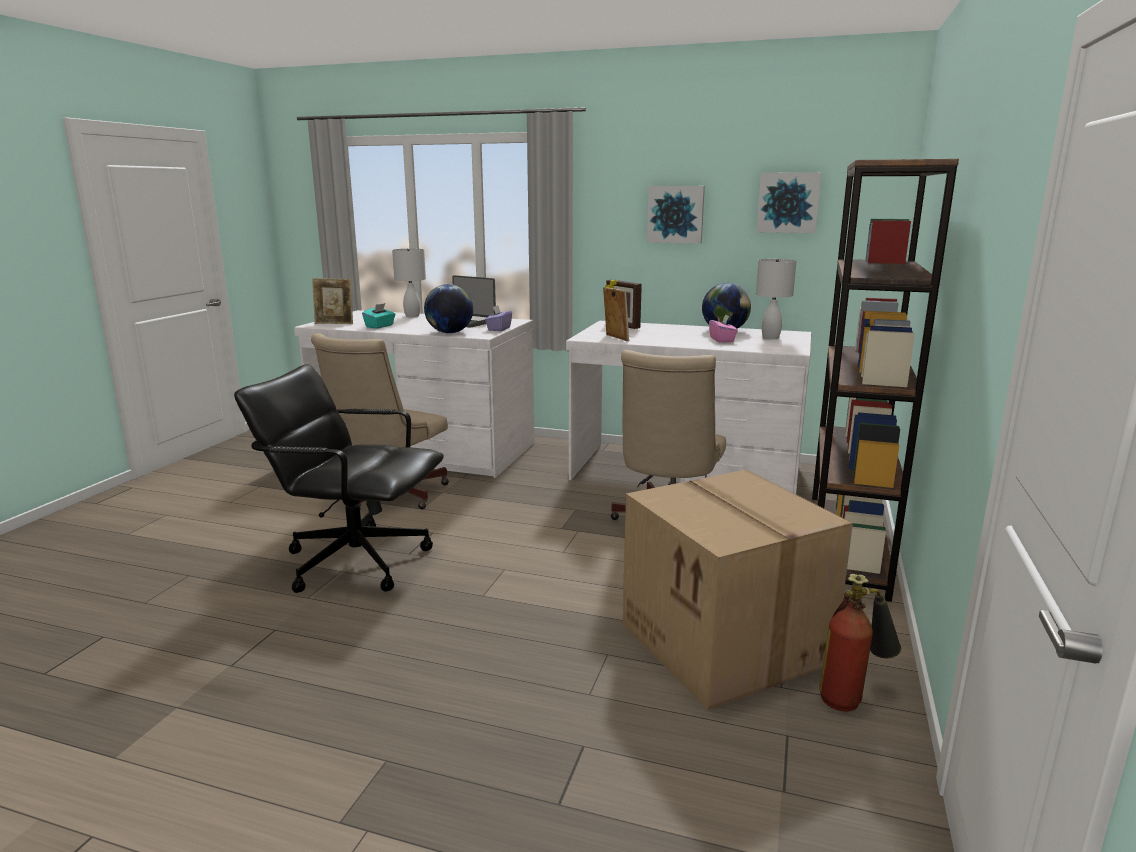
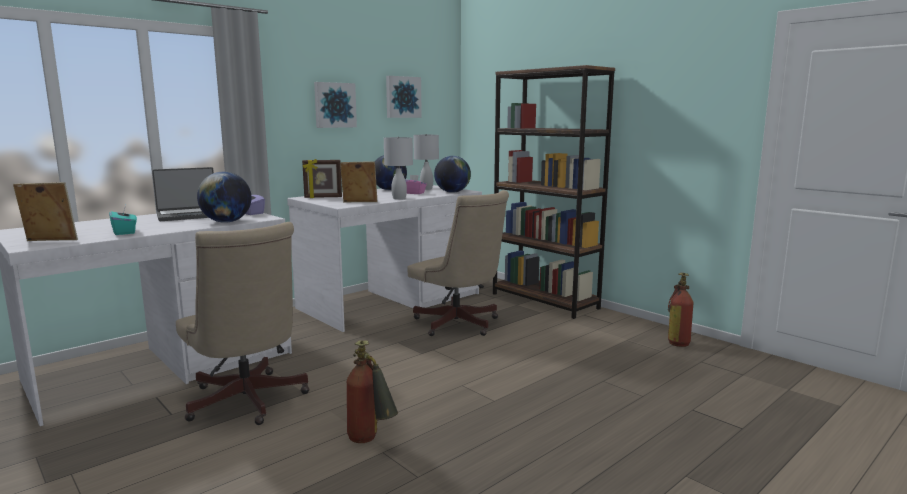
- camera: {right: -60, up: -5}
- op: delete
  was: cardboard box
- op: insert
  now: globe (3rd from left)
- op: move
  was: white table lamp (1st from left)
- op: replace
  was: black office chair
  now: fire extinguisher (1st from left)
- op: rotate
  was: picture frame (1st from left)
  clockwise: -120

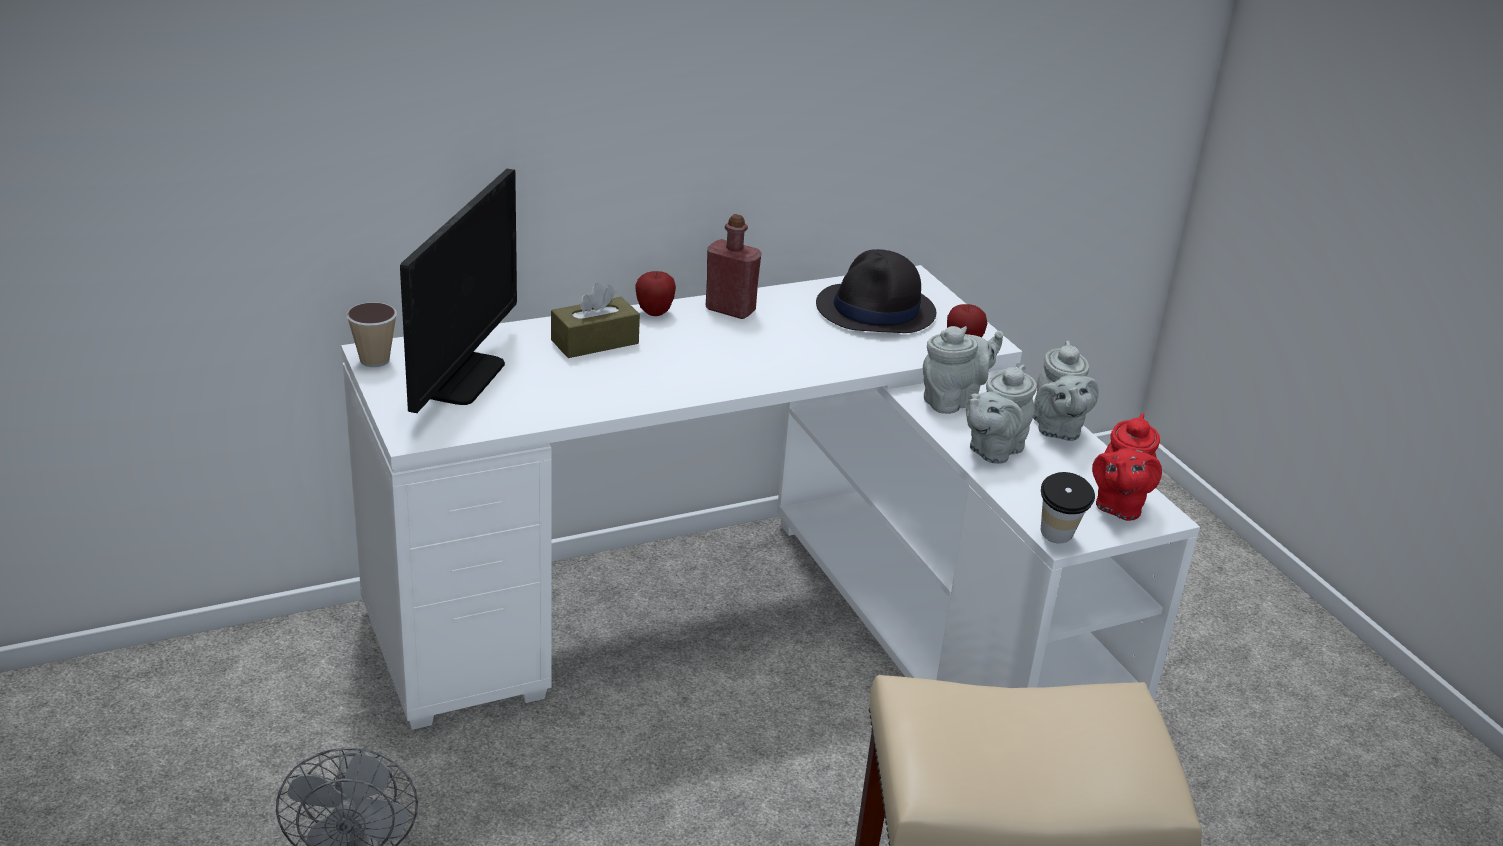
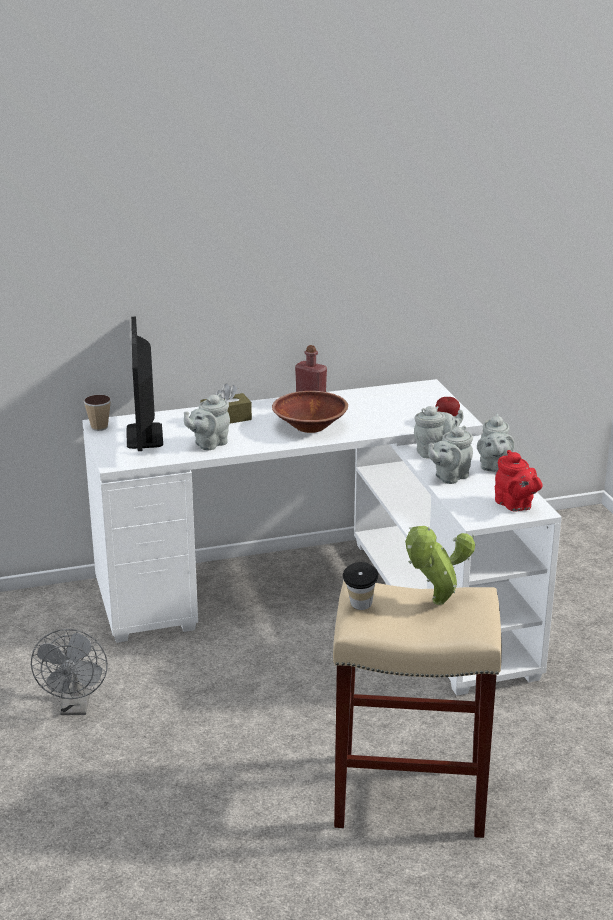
- camera: {right: 10, up: -5}
- op: delete
  was: apple (1st from left)
- op: delete
  was: black hat
- op: insert
  now: grey teapot (1st from left)
- op: insert
  now: brown bowl
- op: insert
  now: potted plant
- op: move
  was: cup (2nd from left)
- op: rotate
  was: monitor
  clockwise: 150
- op: rotate
  was: red teapot
  clockwise: -60

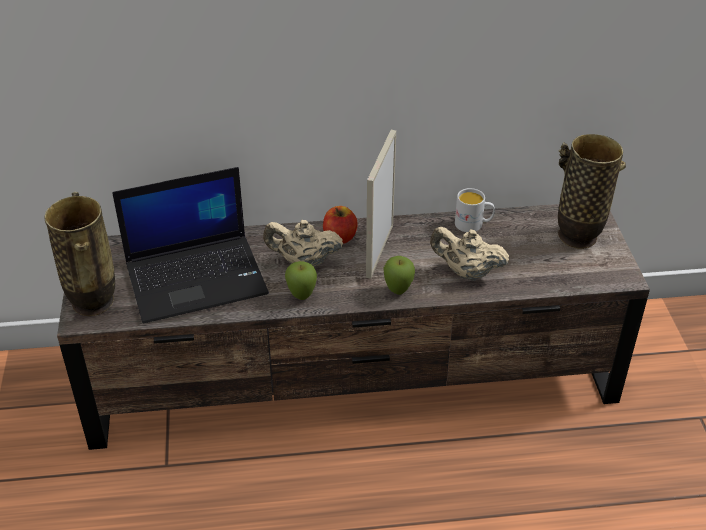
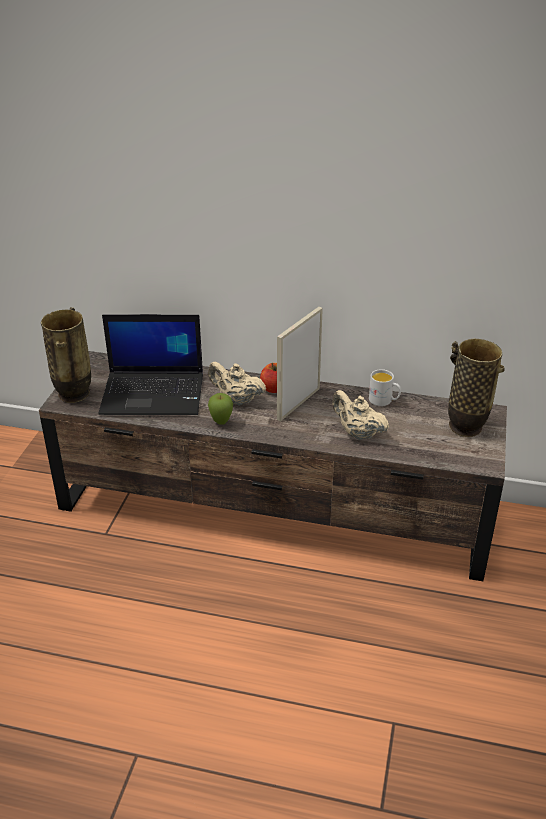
- camera: {right: 20, up: -5}
- op: delete
  was: apple (3rd from left)

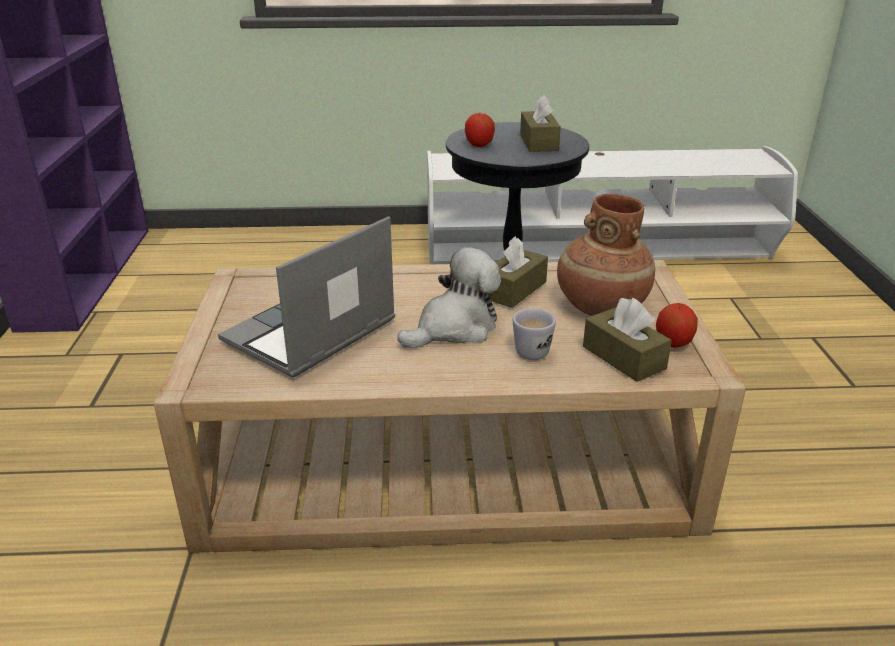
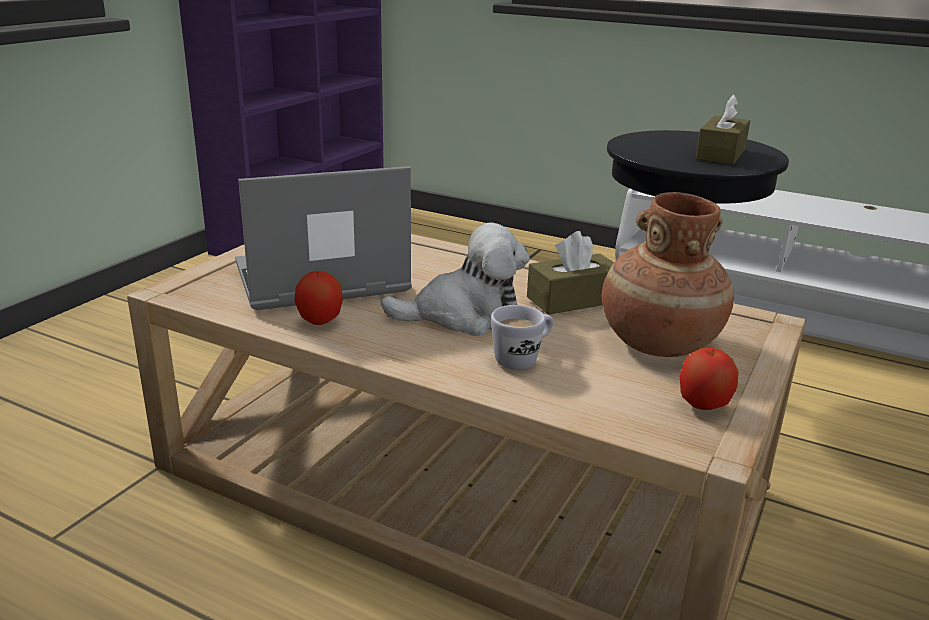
- camera: {right: 30, up: -5}
- op: delete
  was: brown tissue box (3rd from left)
- op: move
  was: apple (1st from left)

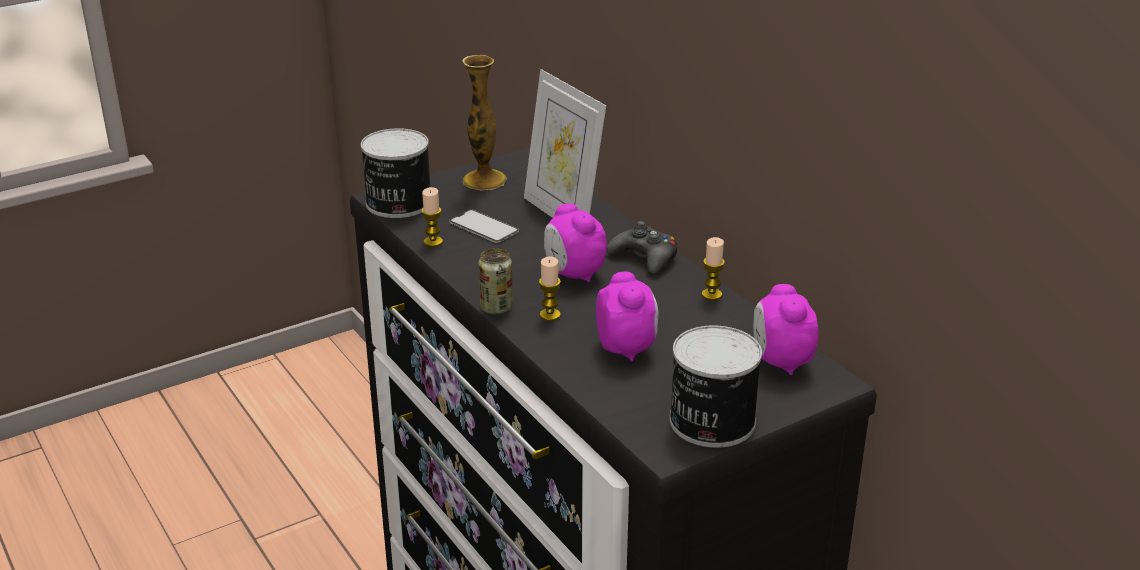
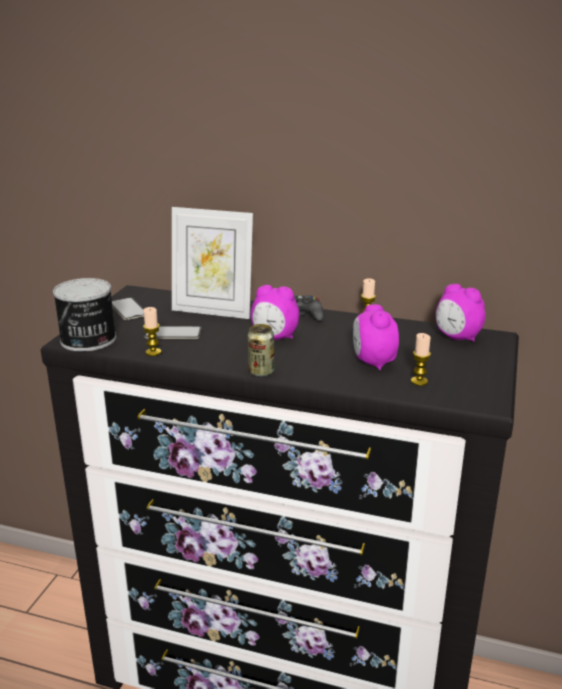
- camera: {right: -40, up: -5}
- op: delete
  was: can (3rd from left)
- op: move
  was: candle (2nd from left in the first image)
  now: candle (3rd from left)
- op: replace
  was: vase
  now: phone (1st from left)
- op: rotate
  was: alarm clock (2nd from left)
  clockwise: -135

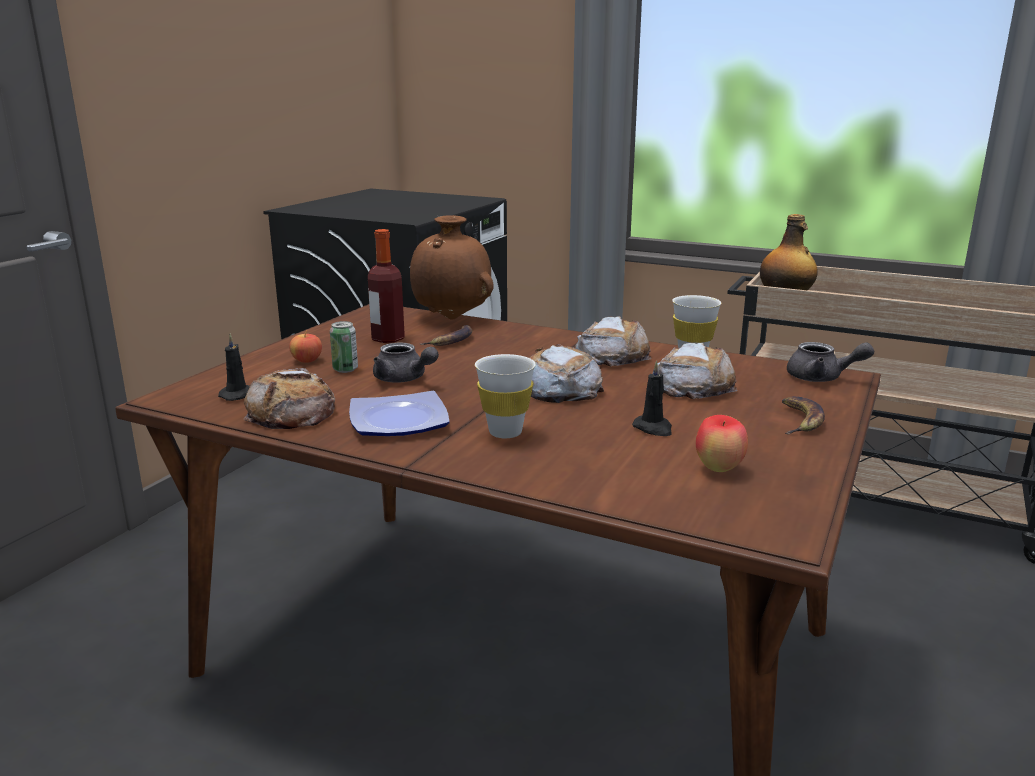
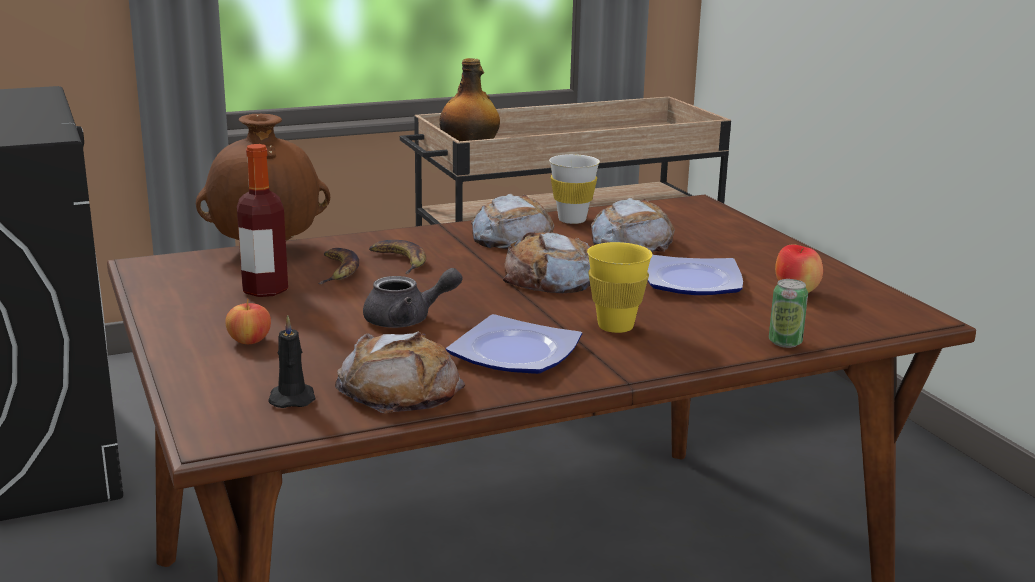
- camera: {right: -50, up: 0}
- op: delete
  was: grey teapot (2nd from left)
- op: move
  was: can
- op: move
  was: banana (2nd from left)
- op: replace
  was: black candle (2nd from left)
  now: plate (2nd from left)
- op: recolor
  was: white cup (1st from left)
  now: yellow cup

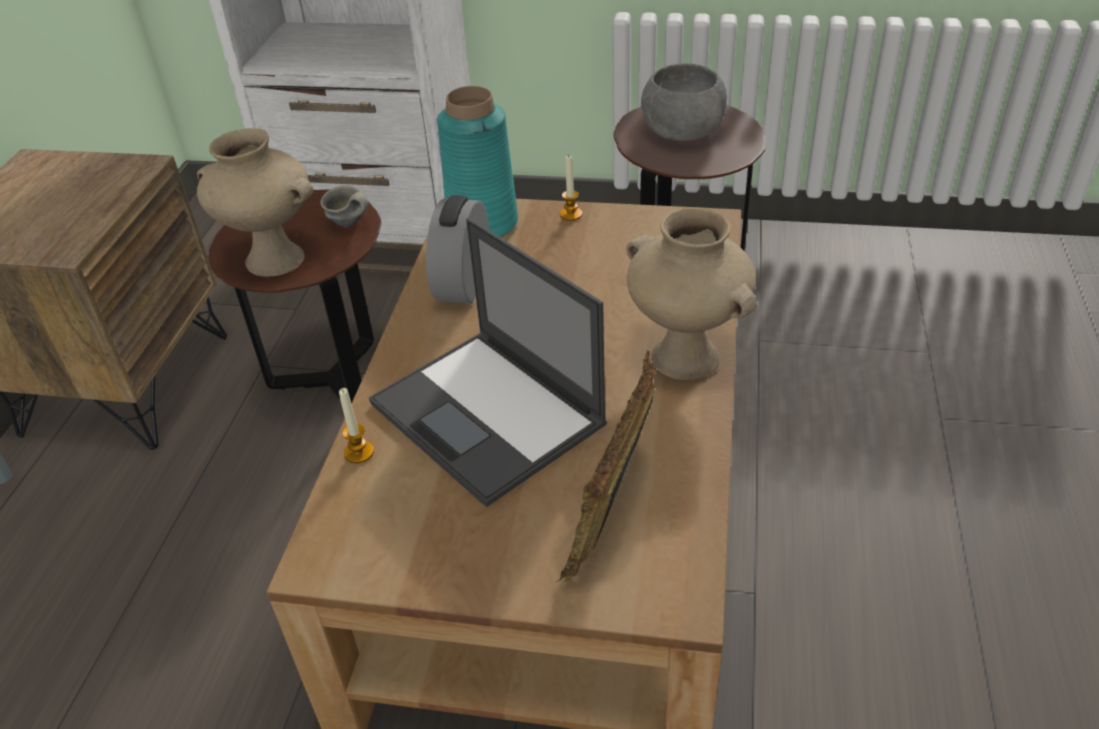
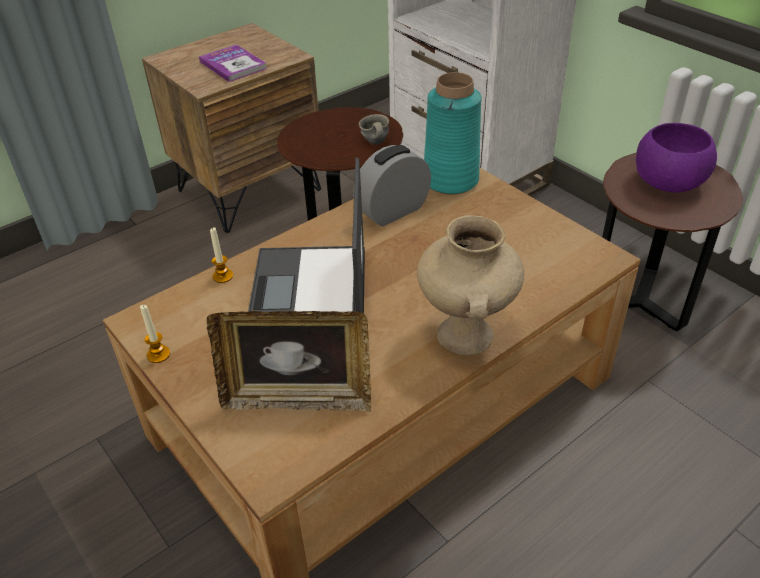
- camera: {right: 40, up: 0}
- op: delete
  was: beige vase (1st from left)
- op: insert
  now: book
- op: move
  was: candle (2nd from left in the first image)
  now: candle (1st from left)
- op: recolor
  was: grey bowl
  now: purple bowl
- op: rotate
  was: picture frame
  clockwise: -150

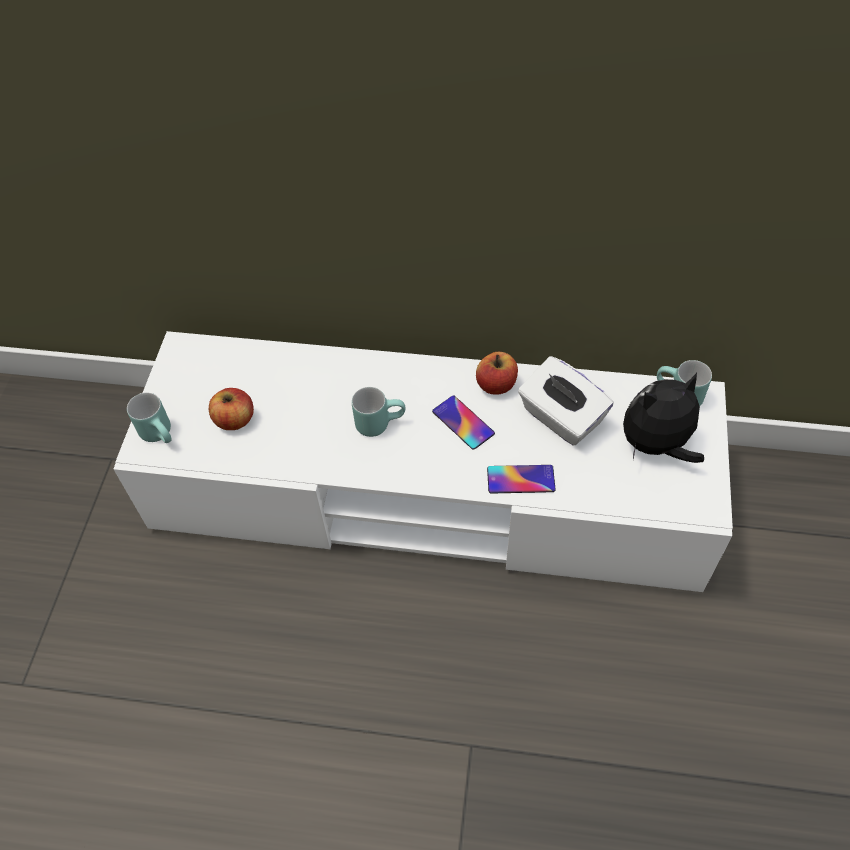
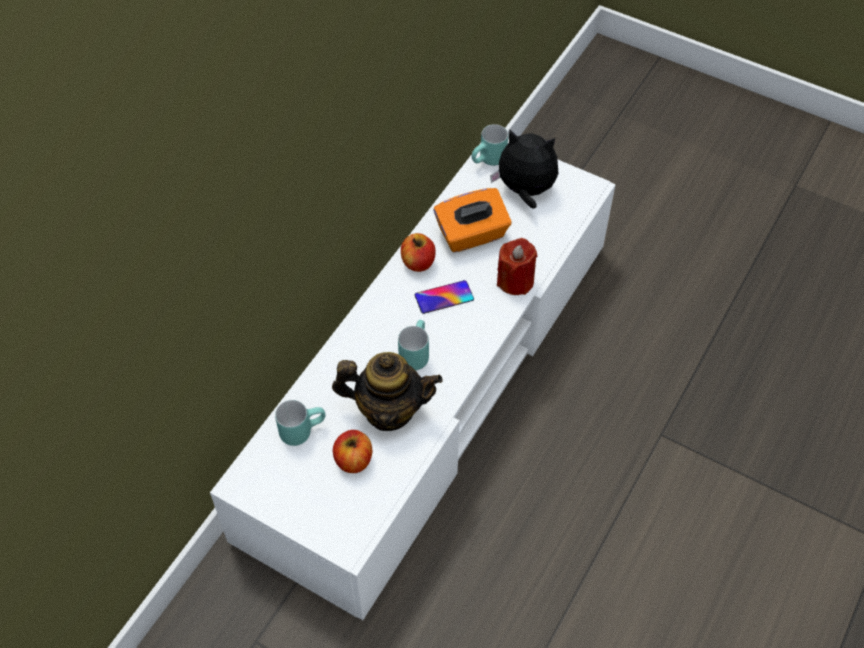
- camera: {right: -70, up: 0}
- op: insert
  now: teapot
- op: move
  was: turquoise mug (1st from left)
- op: replace
  was: phone (2nd from left)
  now: red candle
- op: recolor
  was: white tissue box
  now: orange tissue box
- op: rotate
  was: plush toy
  clockwise: 105

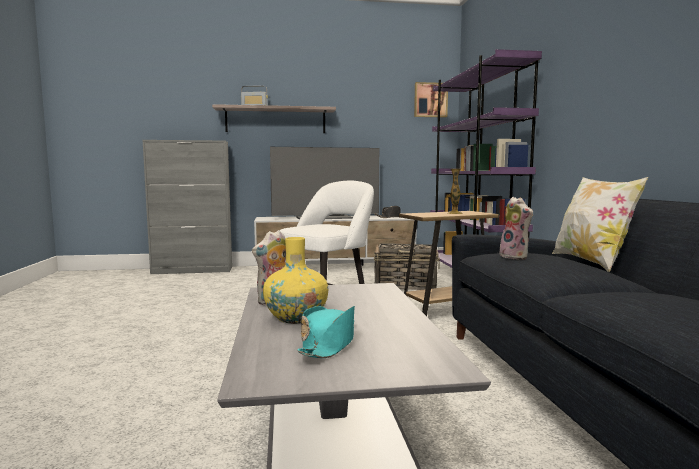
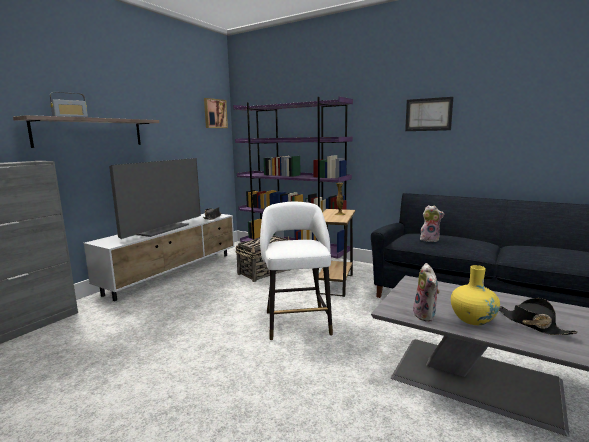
- camera: {right: -50, up: 5}
- op: delete
  was: pillow
- op: insert
  now: picture (2nd from left)
- op: recolor
  was: turquoise hat
  now: black hat (2nd from left)

